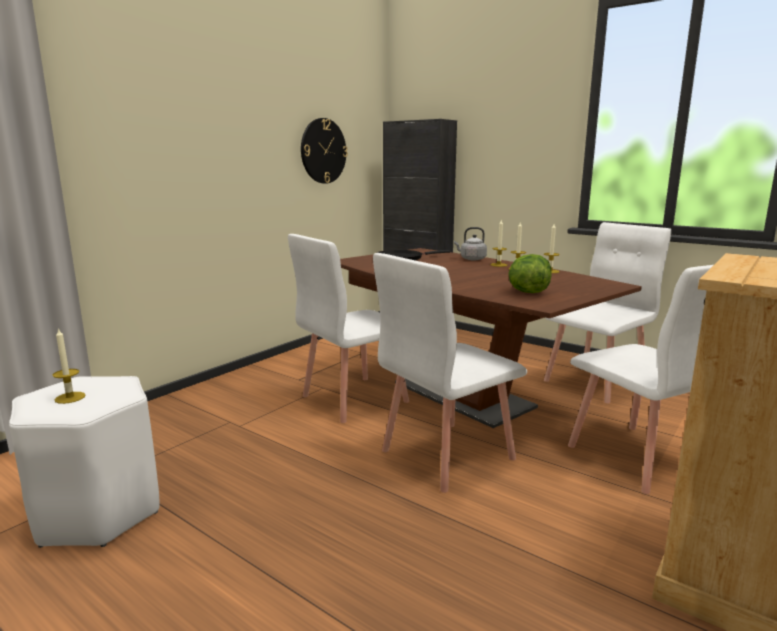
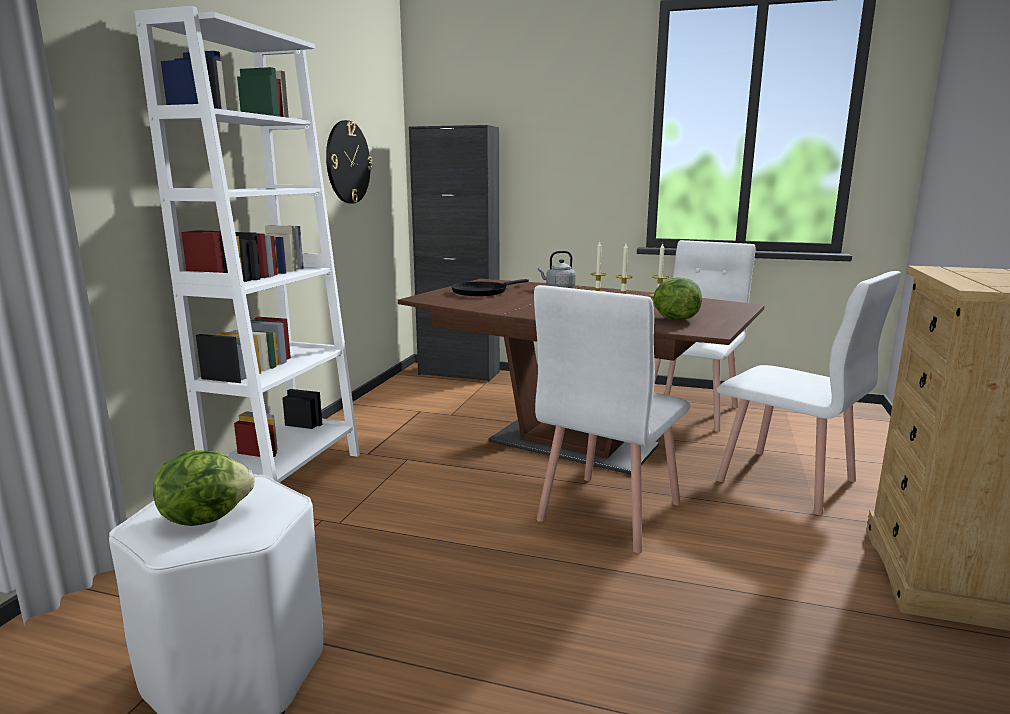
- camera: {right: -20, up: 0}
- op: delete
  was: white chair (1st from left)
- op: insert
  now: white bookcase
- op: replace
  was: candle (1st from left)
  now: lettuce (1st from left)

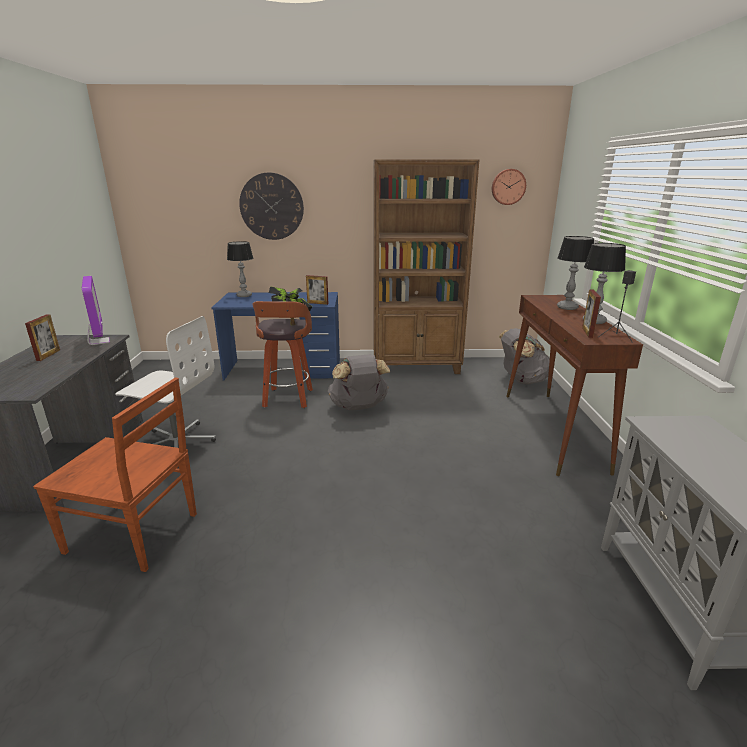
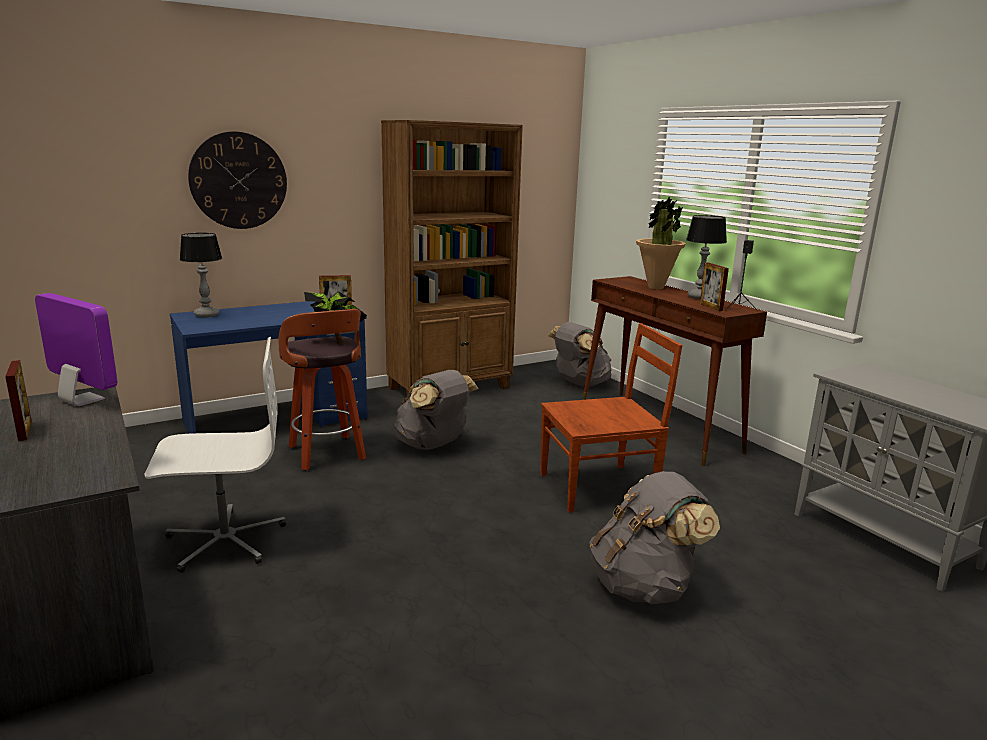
- camera: {right: -30, up: -5}
- op: delete
  was: wall clock (2nd from left)
- op: insert
  now: grey backpack (3rd from left)
- op: move
  was: brown chair
- op: replace
  was: table lamp (2nd from left)
  now: potted plant (2nd from left)

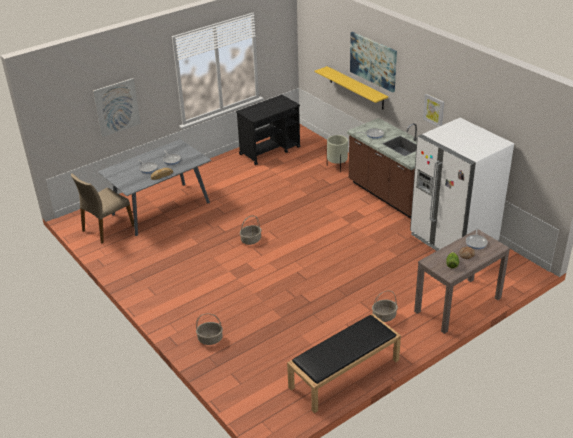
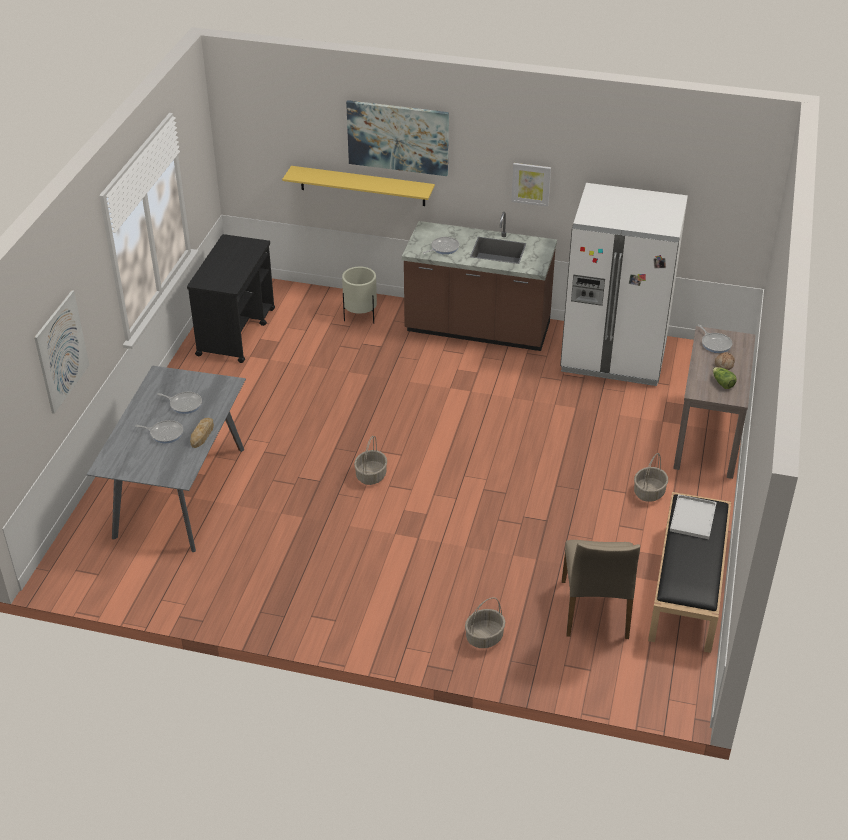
- camera: {right: -40, up: 5}
- op: insert
  now: white tray
- op: move
  was: beige chair

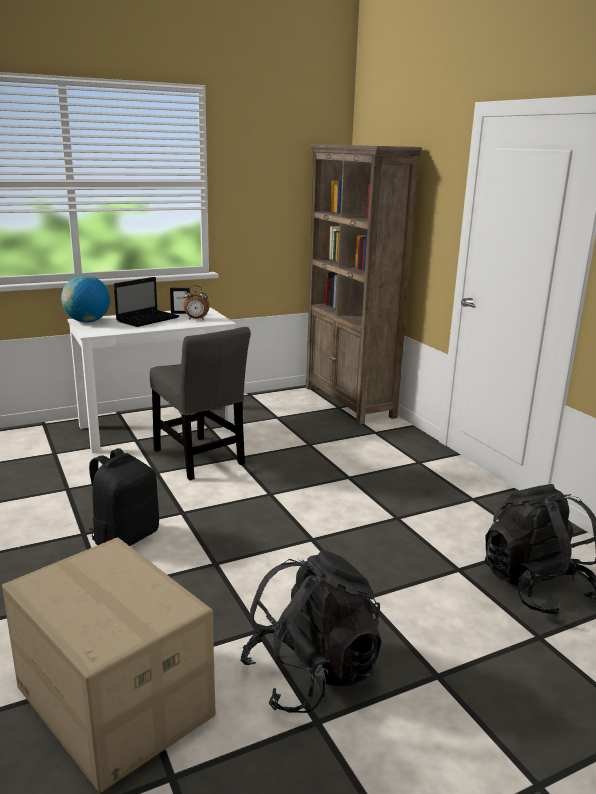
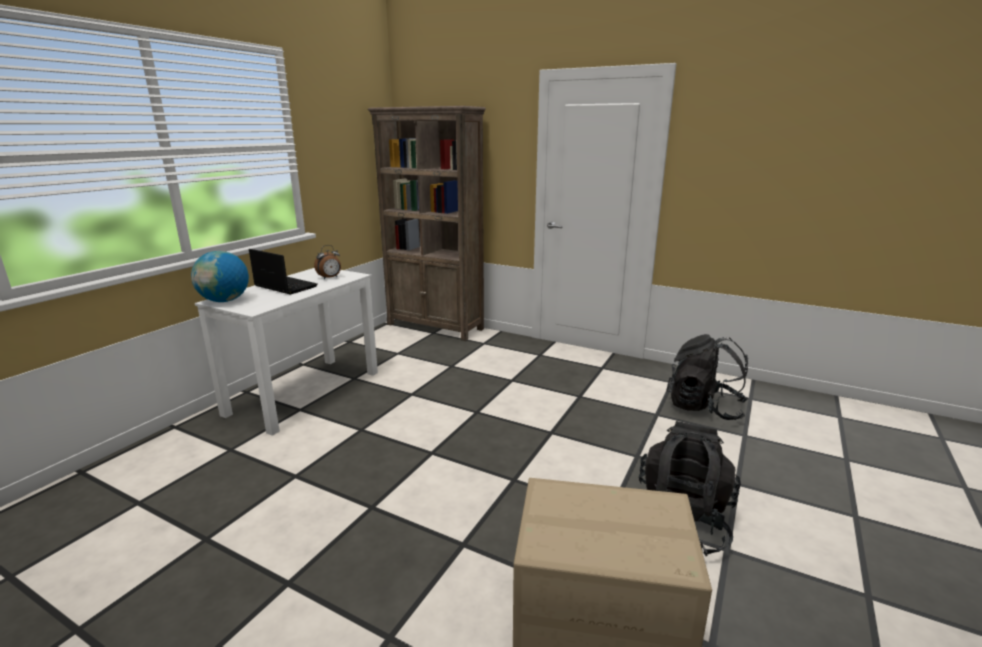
- camera: {right: -35, up: 0}
- op: delete
  was: black backpack (1st from left)
- op: delete
  was: grey chair
- op: delete
  was: picture frame
- op: rotate
  was: laptop
  clockwise: -60

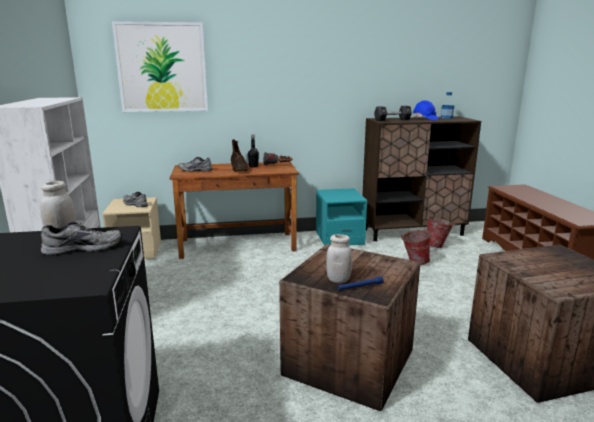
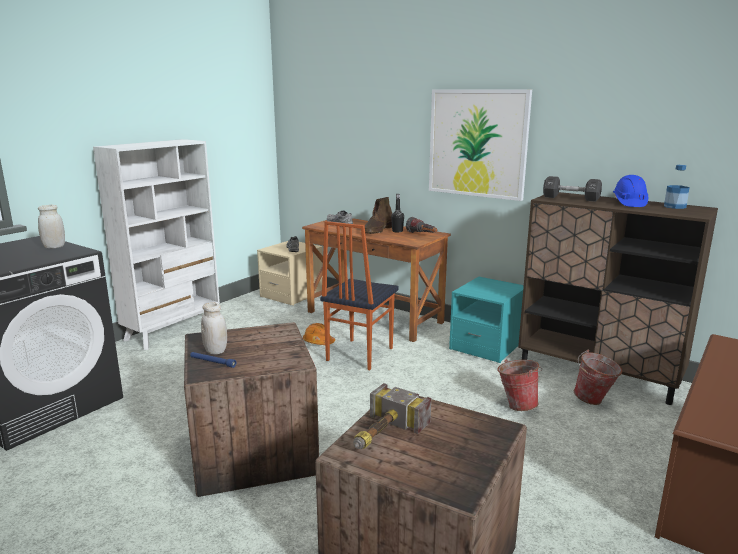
- camera: {right: 45, up: 0}
- op: delete
  was: grey shoe (1st from left)
- op: insert
  now: orange hard hat
- op: insert
  now: chair
- op: insert
  now: hammer
- op: move
  was: picture

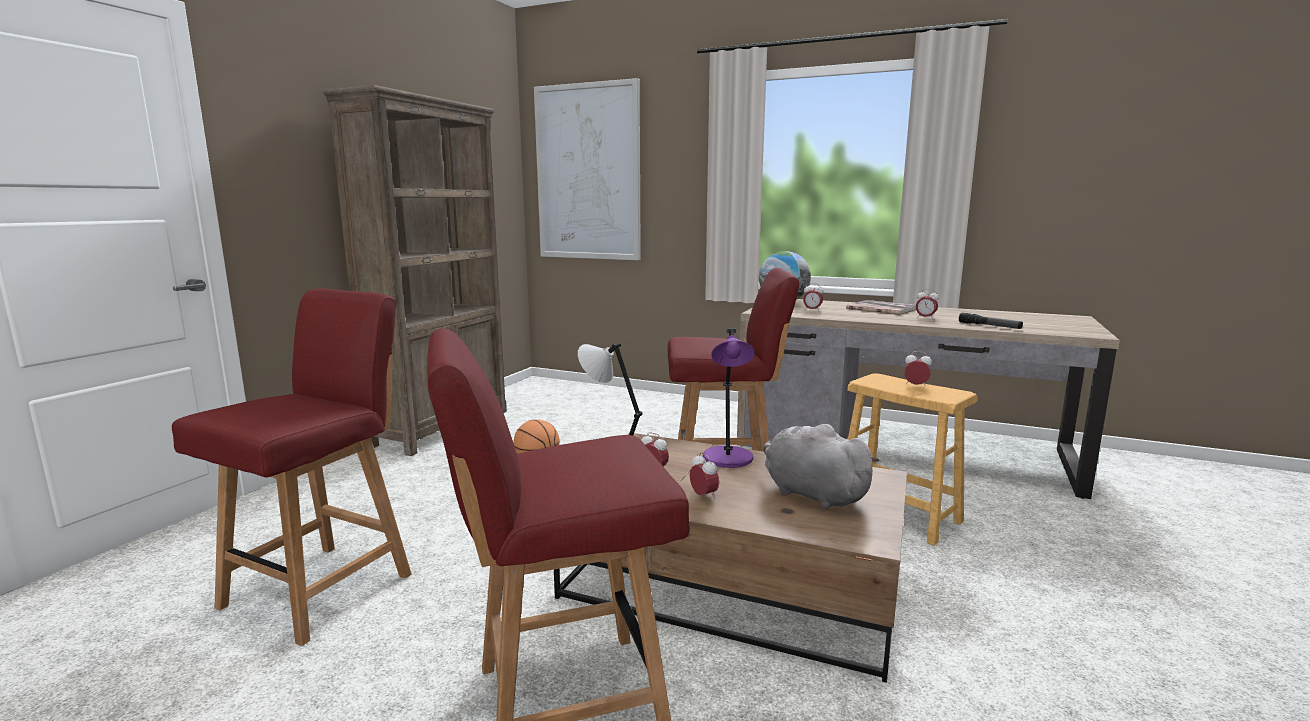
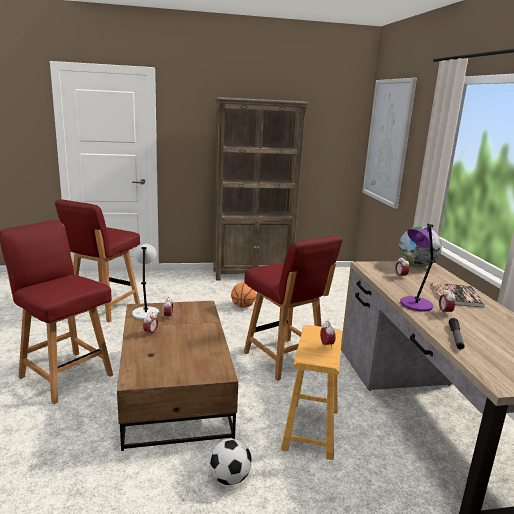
- camera: {right: 55, up: 5}
- op: delete
  was: grey plush toy
- op: insert
  now: football
- op: move
  was: purple table lamp
- op: rotate
  was: red chair (1st from left in the first image)
  clockwise: 120

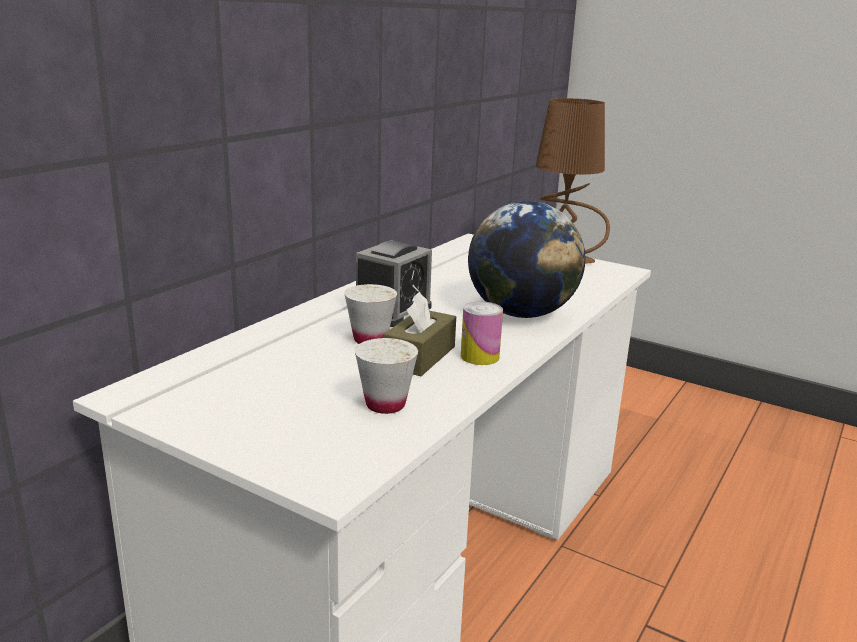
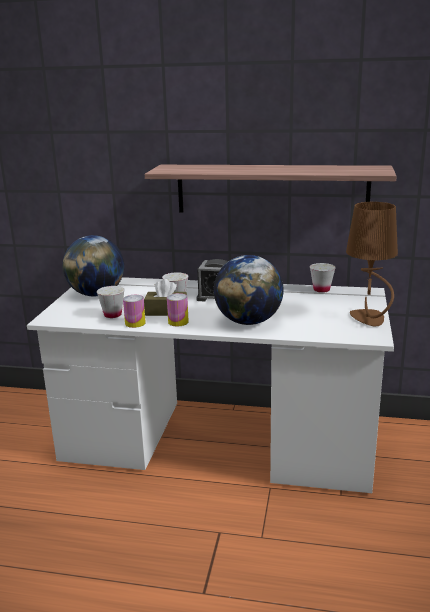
- camera: {right: 70, up: 0}
- op: insert
  now: globe (1st from left)
- op: insert
  now: can (1st from left)
- op: insert
  now: shelf
- op: insert
  now: white cup (3rd from left)

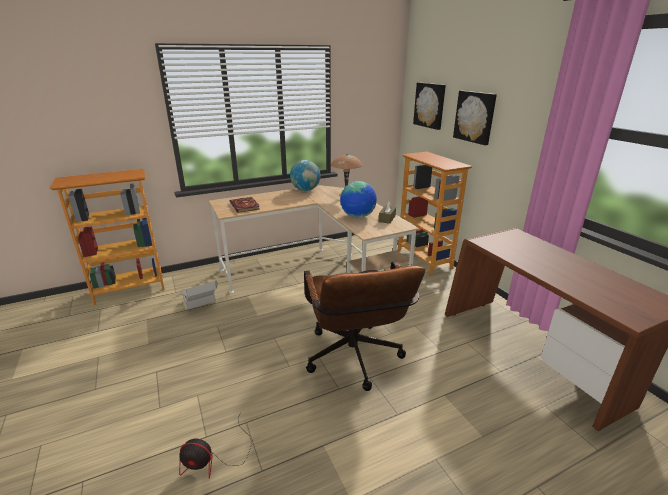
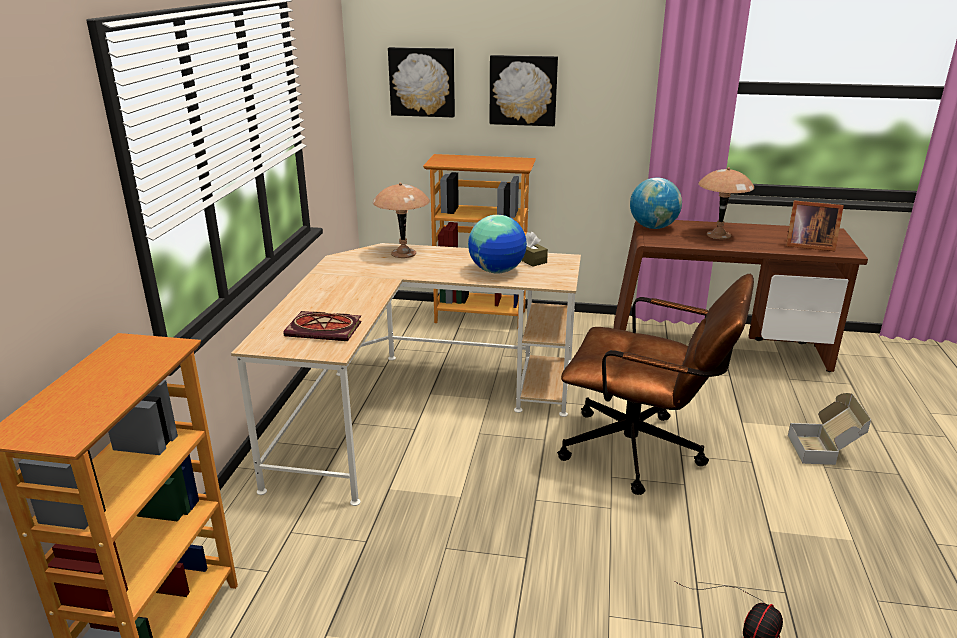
- camera: {right: -55, up: 0}
- op: insert
  now: brown table lamp (2nd from left)
- op: insert
  now: picture frame
- op: move
  was: cardboard box
- op: move
  was: globe (1st from left in the first image)
  now: globe (2nd from left)

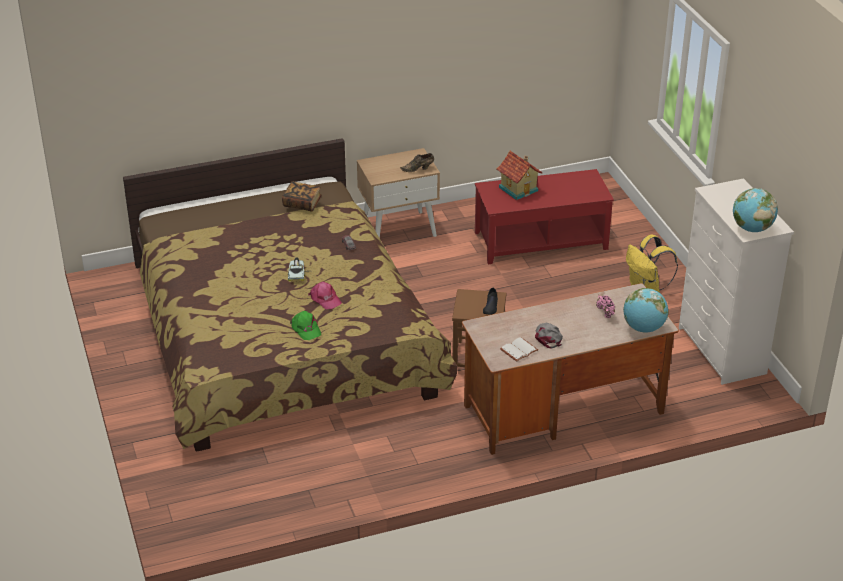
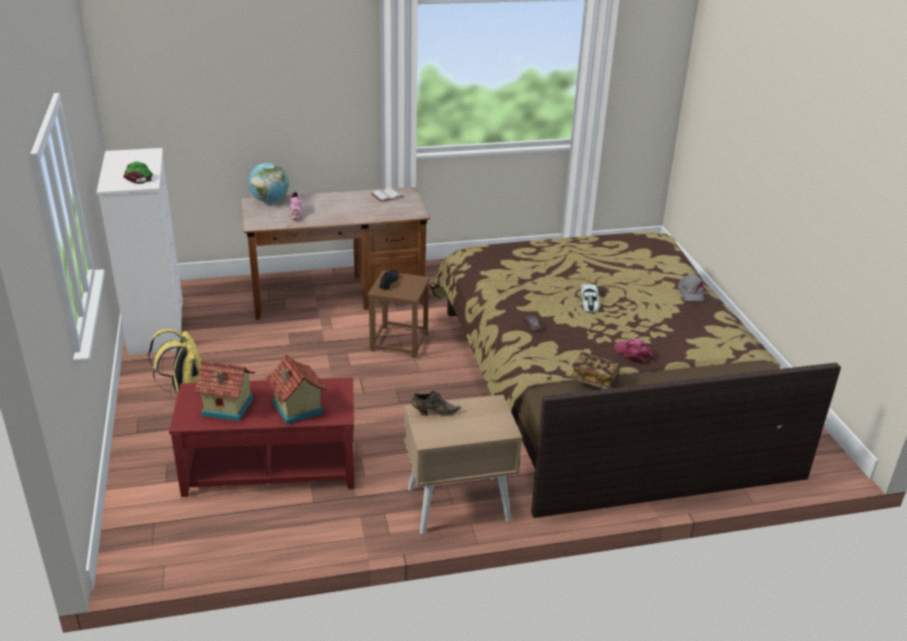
- camera: {right: -175, up: -5}
- op: delete
  was: globe (2nd from left)
- op: insert
  now: toy house (1st from left)
- op: move
  was: green cap
- op: move
  was: pink cap
- op: move
  was: grey cap

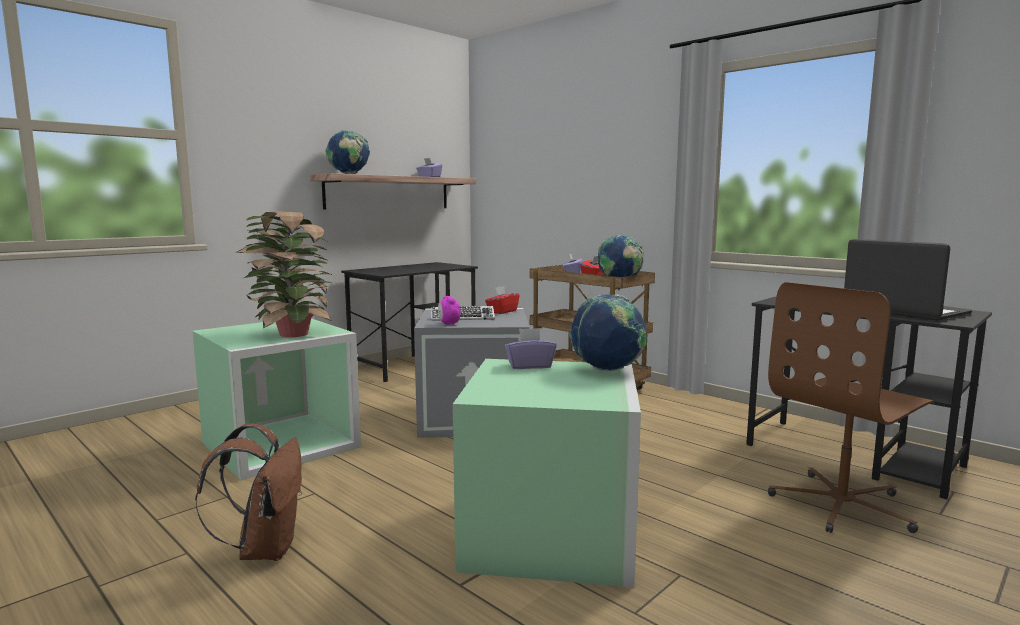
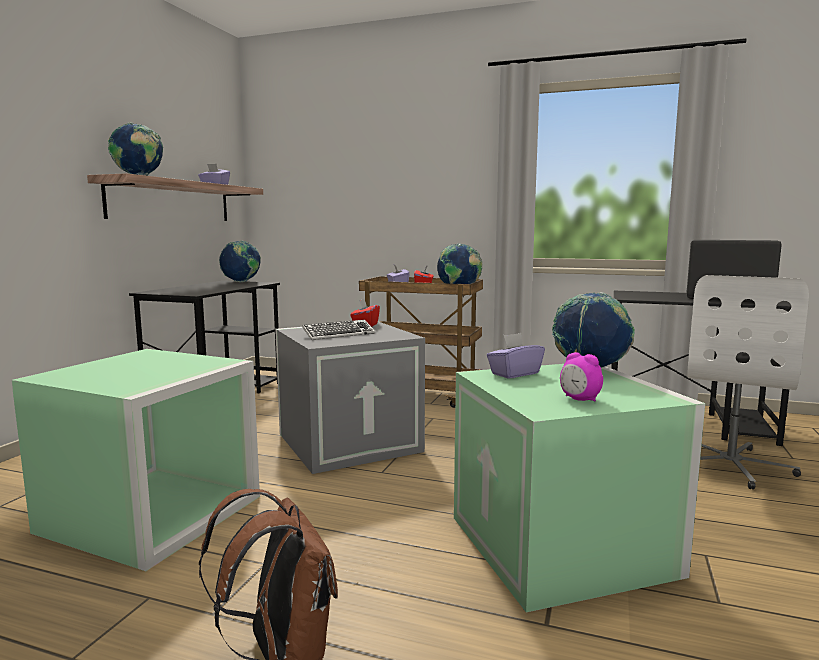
- camera: {right: -25, up: 0}
- op: delete
  was: potted plant
- op: insert
  now: globe (2nd from left)
- op: move
  was: alarm clock
- op: recolor
  was: brown office chair
  now: white office chair

